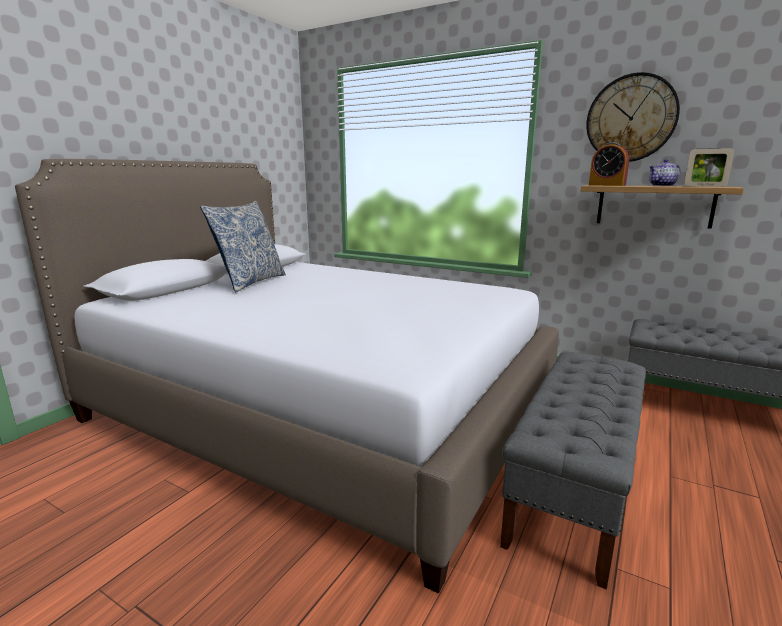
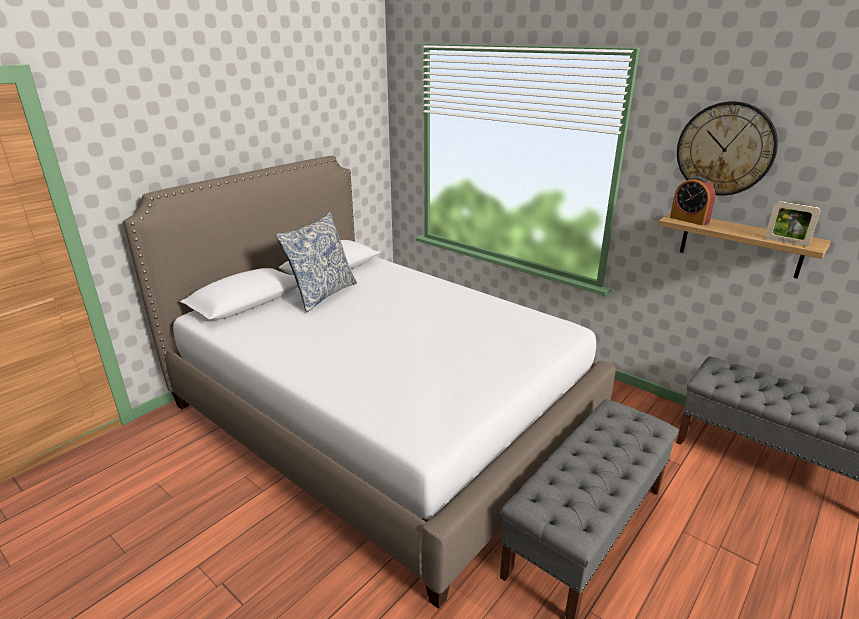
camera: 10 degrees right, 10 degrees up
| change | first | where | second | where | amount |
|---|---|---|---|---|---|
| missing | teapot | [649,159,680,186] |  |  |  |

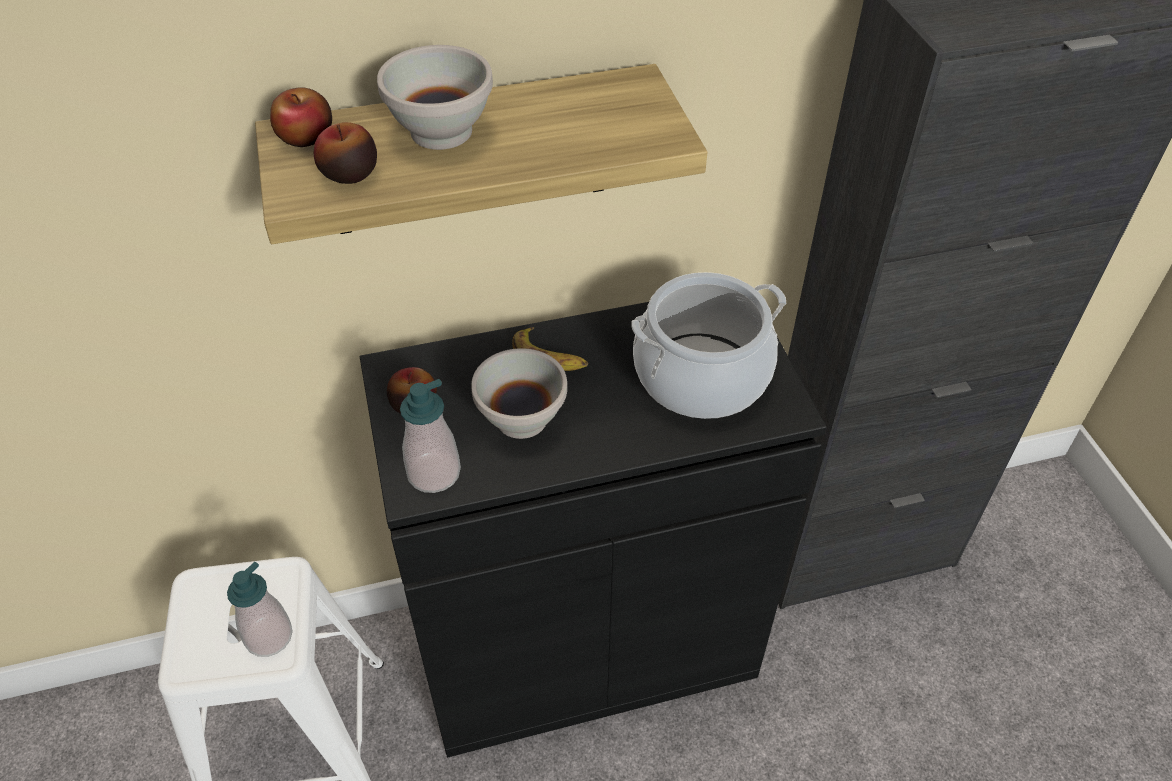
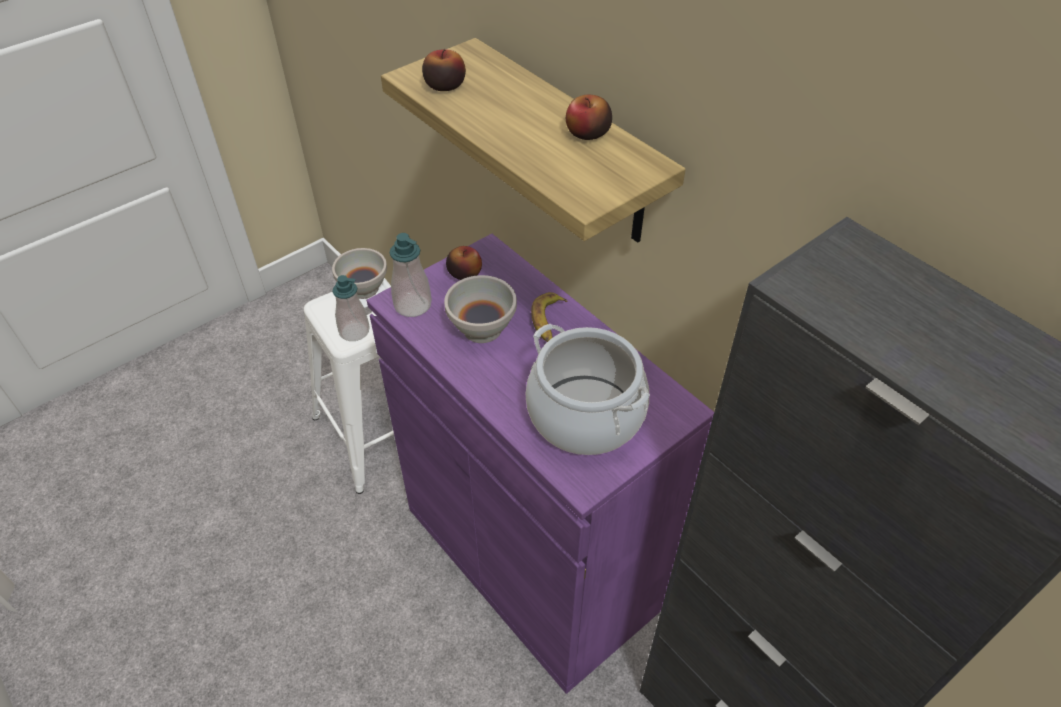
camera: 65 degrees right, 0 degrees up
| change | first | where | second | where | amount |
|---|---|---|---|---|---|
| relocated | apple | [270,87,332,147] |  | [566,95,612,140] |  |
| colour | black cabinet | [360,302,827,758] | purple cabinet | [367,234,714,694] |  |
| relocated | white bowl | [377,45,493,150] |  | [332,248,387,299] |  |

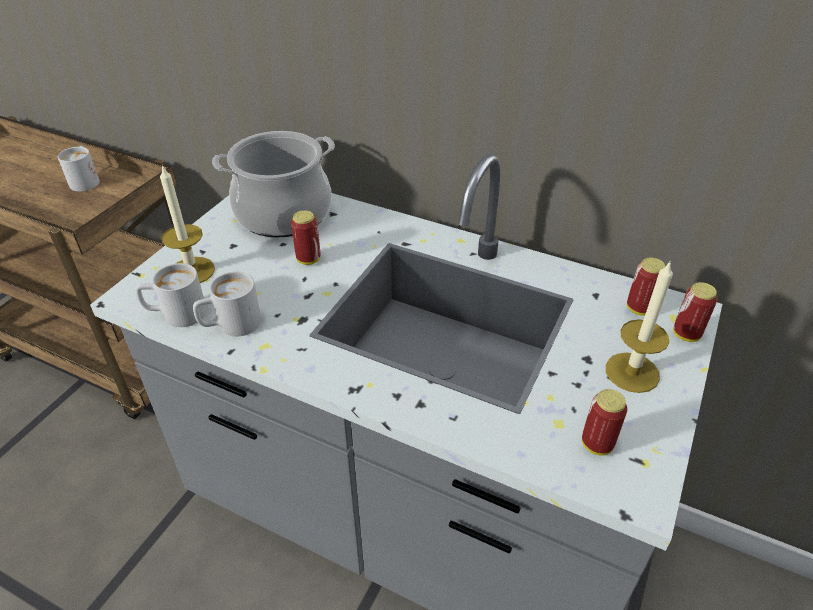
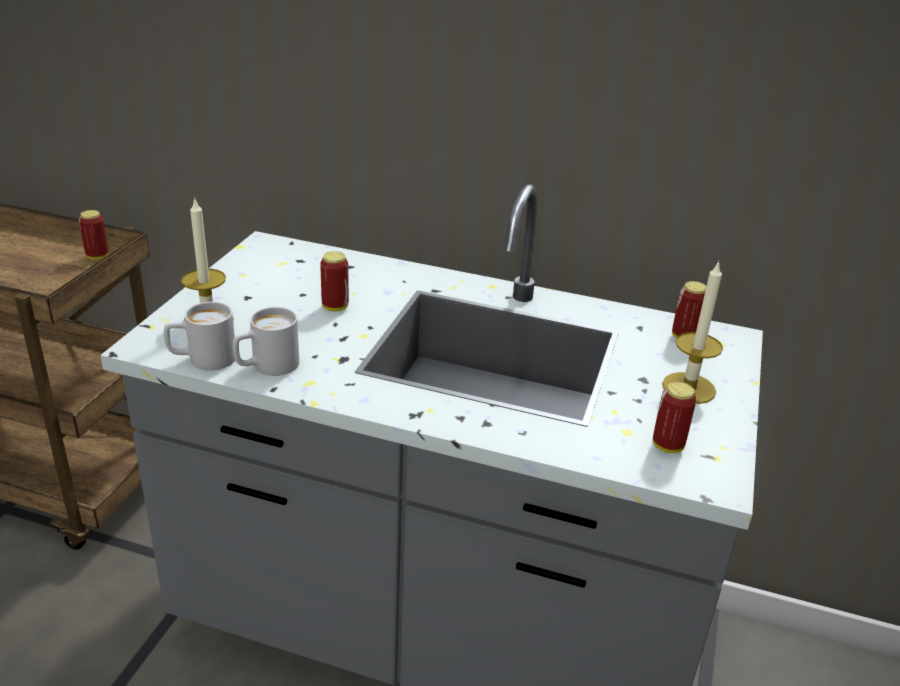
camera: 10 degrees left, 10 degrees down
| change | first | where | second | where | amount |
|---|---|---|---|---|---|
| missing | white mug | [58,145,100,192] |  |  |  |
| missing | cooking pot | [212,131,335,237] |  |  |  |
| relocated | can | [673,282,717,342] |  | [79,210,109,260] |  |

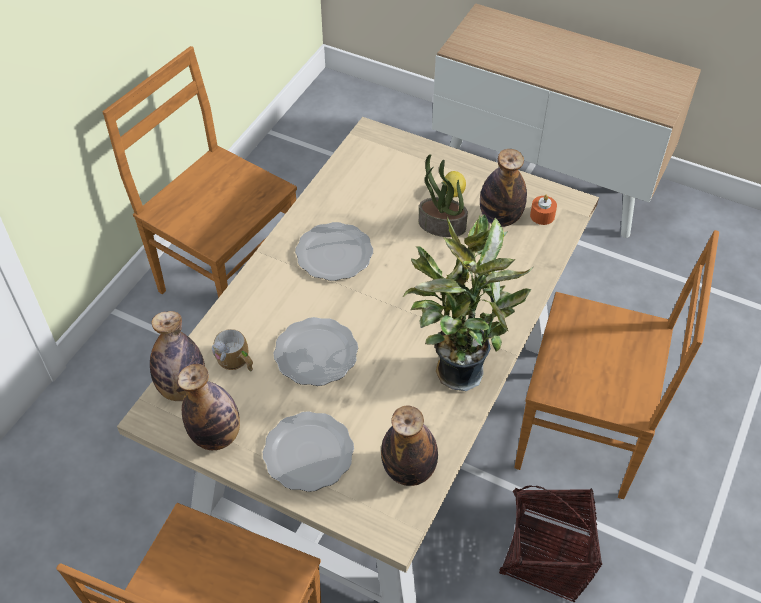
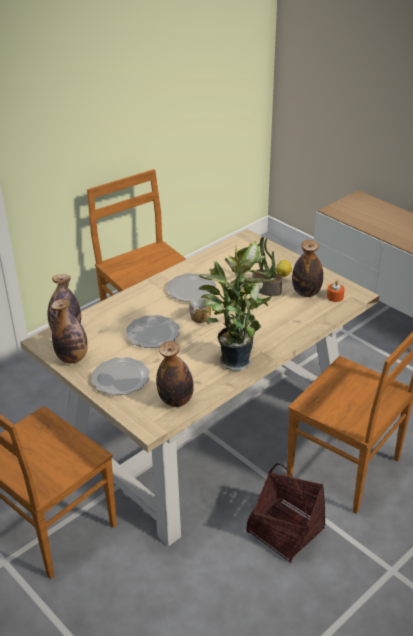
camera: 20 degrees right, 15 degrees down
| change | first | where | second | where | amount |
|---|---|---|---|---|---|
| relocated | mug | [212,329,253,372] |  | [189,299,211,325] |  |

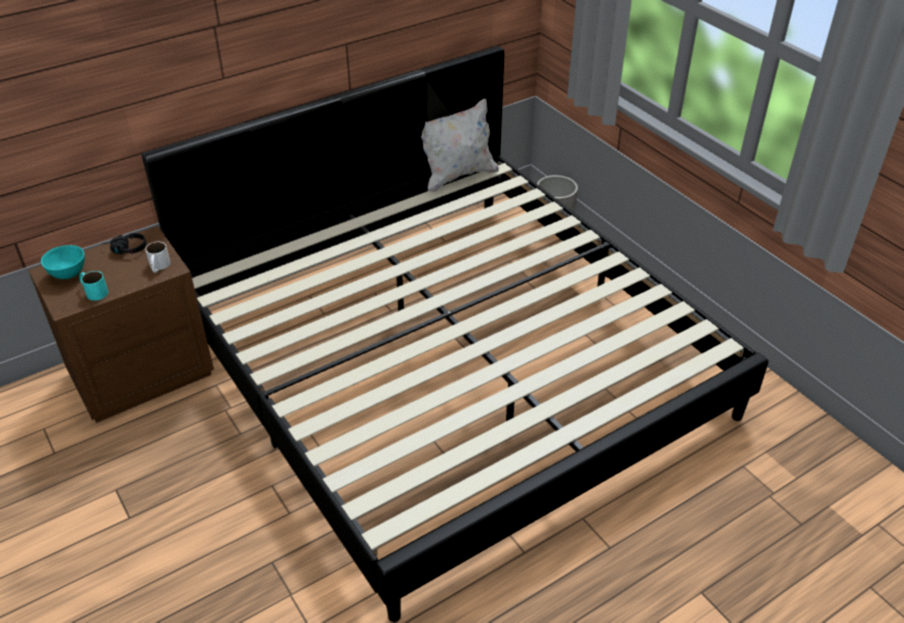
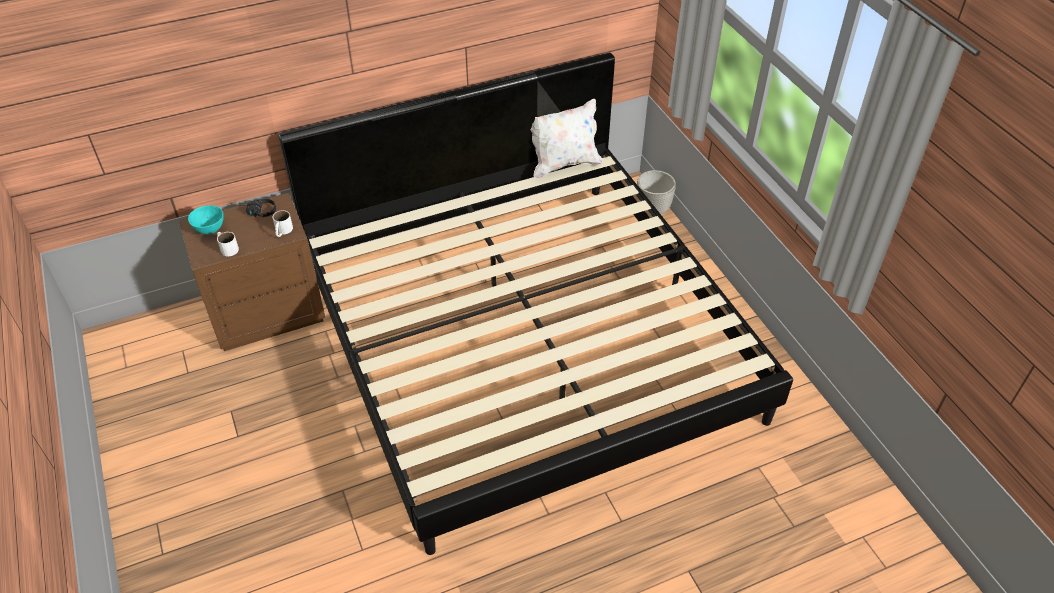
camera: 10 degrees right, 5 degrees up
| change | first | where | second | where | amount |
|---|---|---|---|---|---|
| colour | turquoise mug | [79,271,108,301] | white mug | [217,232,239,256] |  |

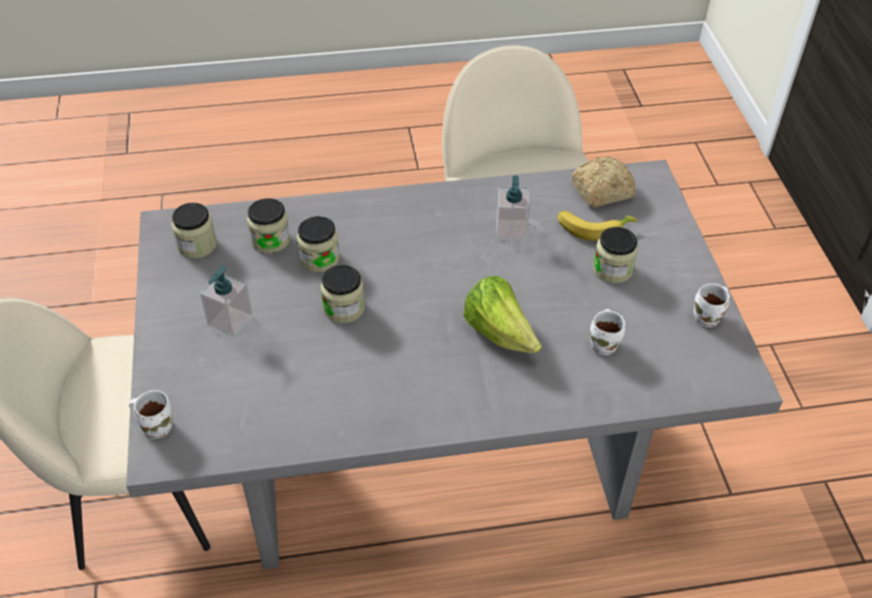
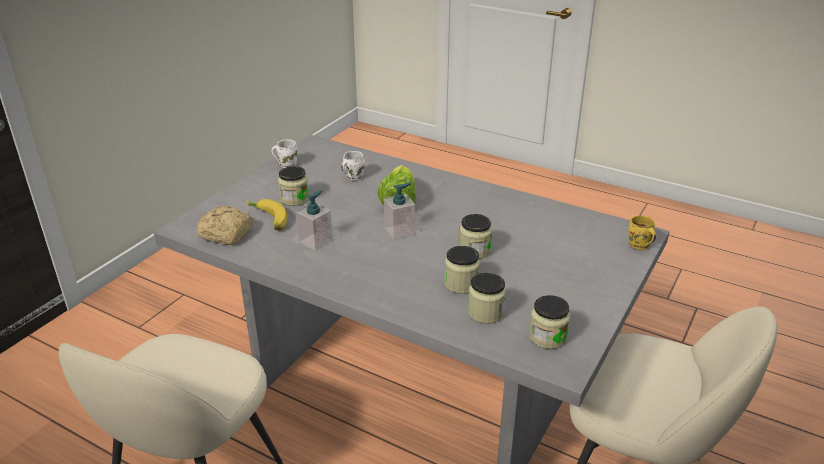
camera: 140 degrees left, 15 degrees down
| change | first | where | second | where | amount |
|---|---|---|---|---|---|
| colour | white mug | [129,390,172,439] | yellow mug | [629,215,656,250] |  |
| relocated | soap dispenser | [200,266,252,337] |  | [384,183,415,240] |  |

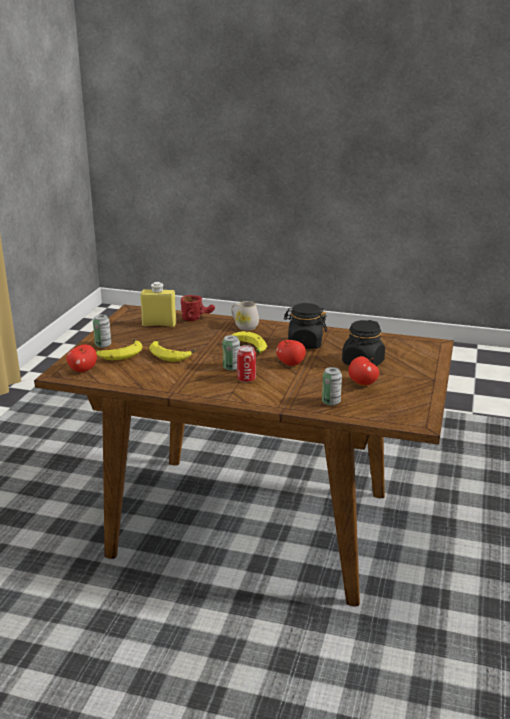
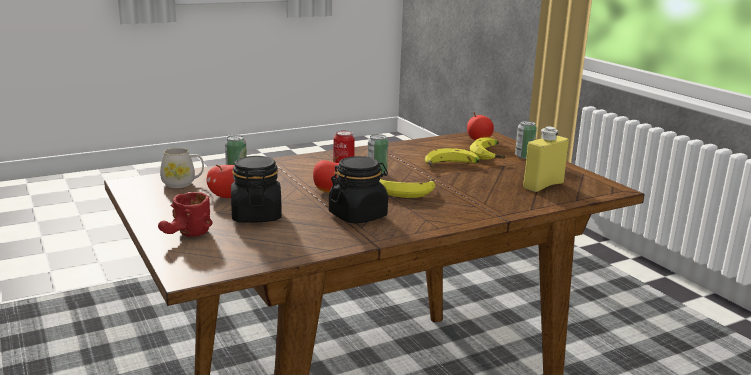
camera: 135 degrees right, 5 degrees down
| change | first | where | second | where | amount |
|---|---|---|---|---|---|
| relocated | red mug | [181,295,215,321] |  | [158,192,212,237] |  |
| relocated | white mug | [231,301,259,330] |  | [160,148,204,188] |  |

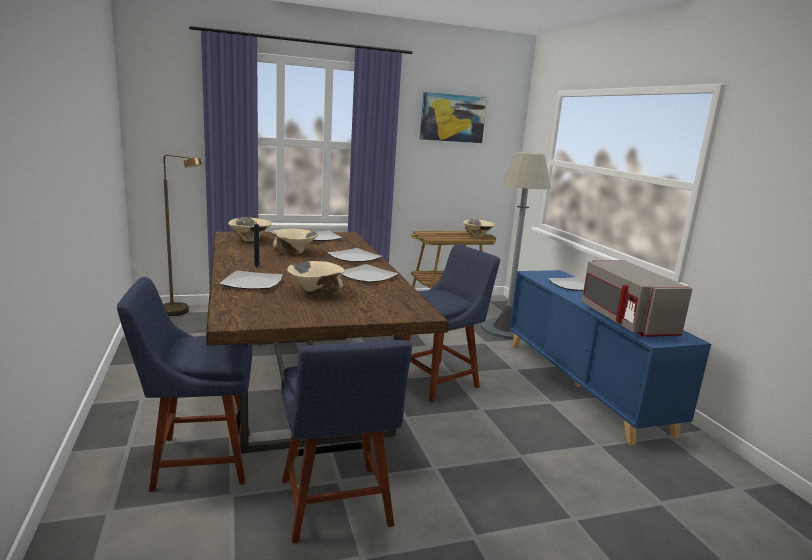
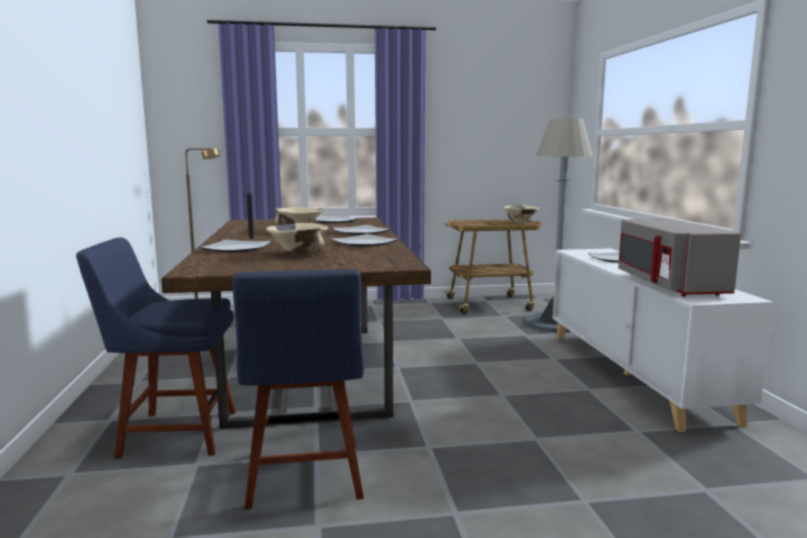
camera: 10 degrees right, 5 degrees down
| change | first | where | second | where | amount |
|---|---|---|---|---|---|
| missing | beige bowl | [228,217,272,241] |  |  |  |
| missing | blue chair | [402,244,500,403] |  |  |  |
| missing | picture | [420,92,487,143] |  |  |  |
| colour | blue cabinet | [509,270,711,446] | white cabinet | [552,248,774,432] |  |

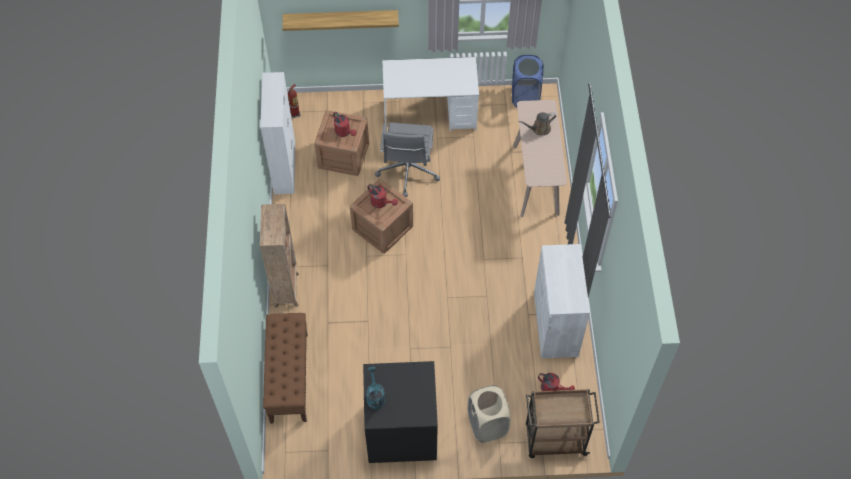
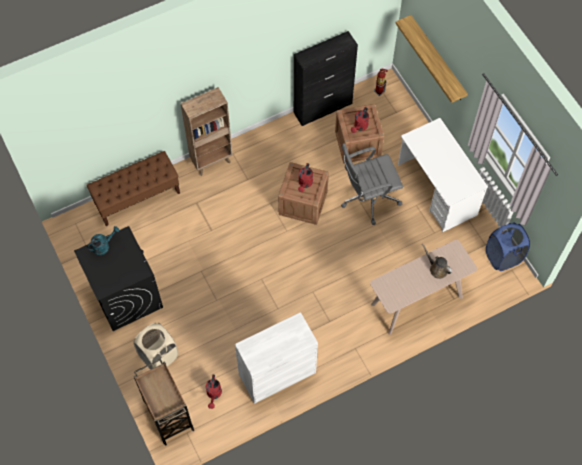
camera: 65 degrees right, 5 degrees up
| change | first | where | second | where | amount |
|---|---|---|---|---|---|
| colour | white cabinet | [260,72,295,194] | black cabinet | [294,31,358,126] |  |

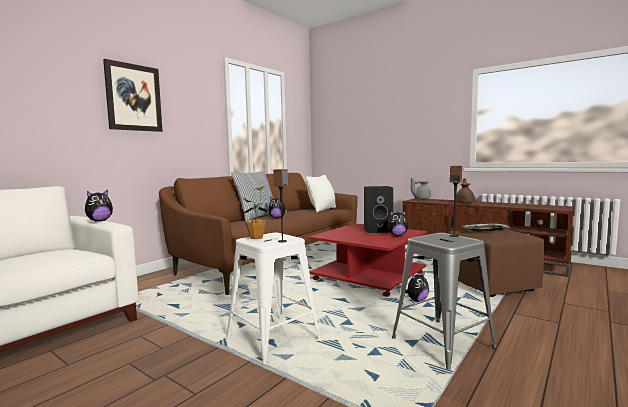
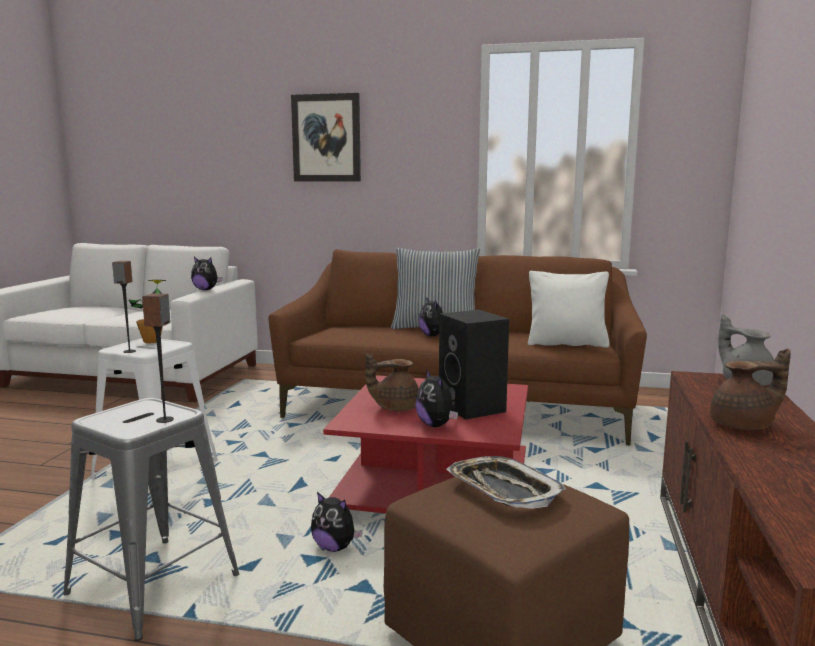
camera: 65 degrees right, 5 degrees up
| change | first | where | second | where | amount |
|---|---|---|---|---|---|
| appeared |  |  | brown teapot | [365,354,419,411] |  |

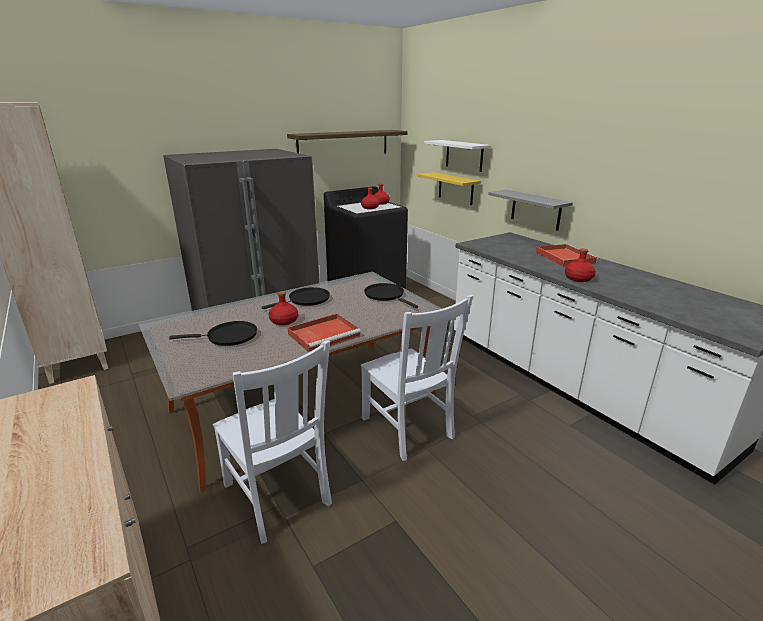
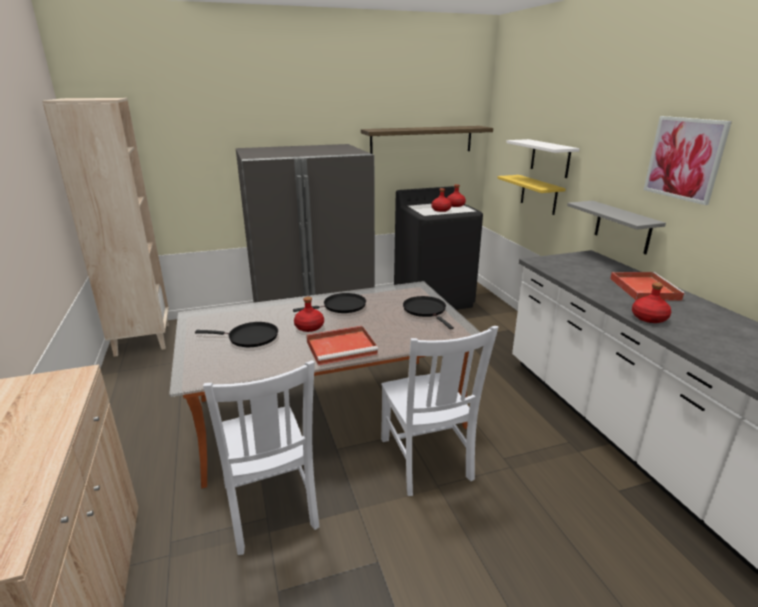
camera: 15 degrees right, 0 degrees up
| change | first | where | second | where | amount |
|---|---|---|---|---|---|
| appeared |  |  | picture | [644,116,732,205] |  |

